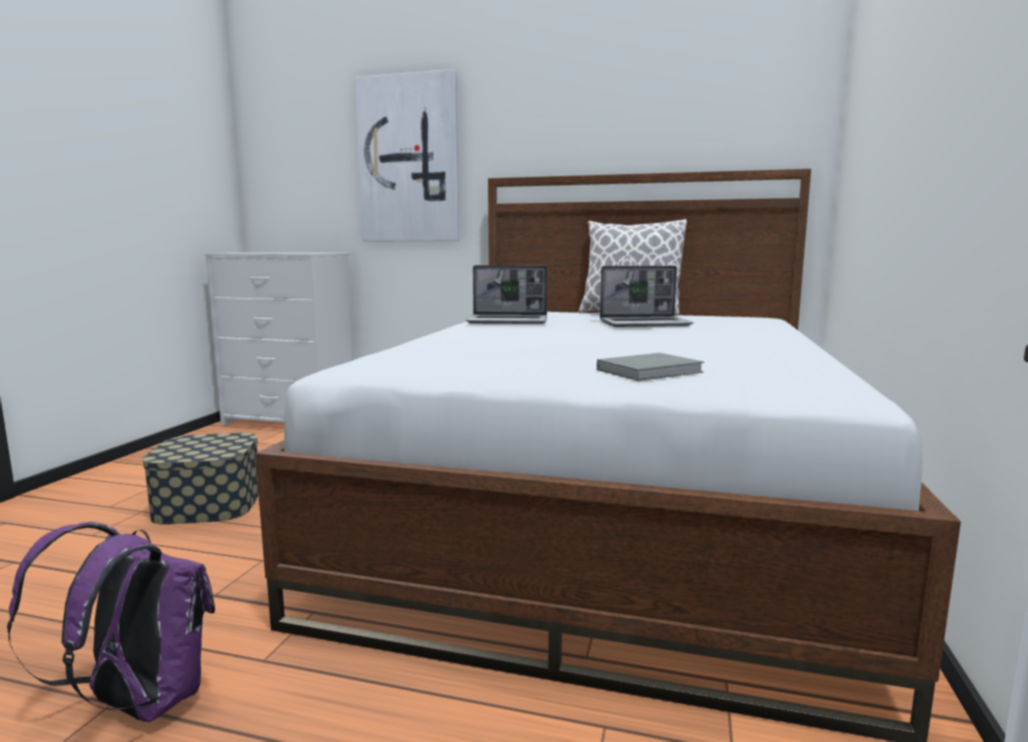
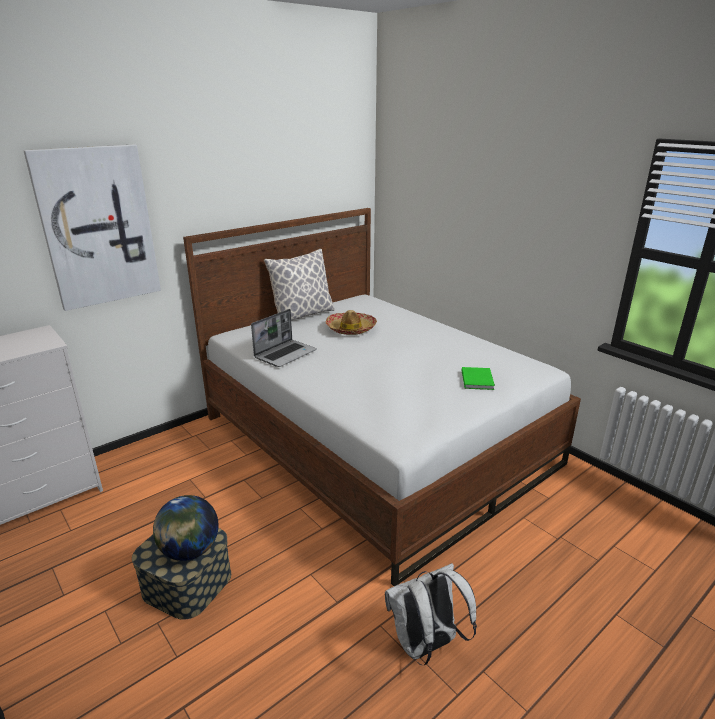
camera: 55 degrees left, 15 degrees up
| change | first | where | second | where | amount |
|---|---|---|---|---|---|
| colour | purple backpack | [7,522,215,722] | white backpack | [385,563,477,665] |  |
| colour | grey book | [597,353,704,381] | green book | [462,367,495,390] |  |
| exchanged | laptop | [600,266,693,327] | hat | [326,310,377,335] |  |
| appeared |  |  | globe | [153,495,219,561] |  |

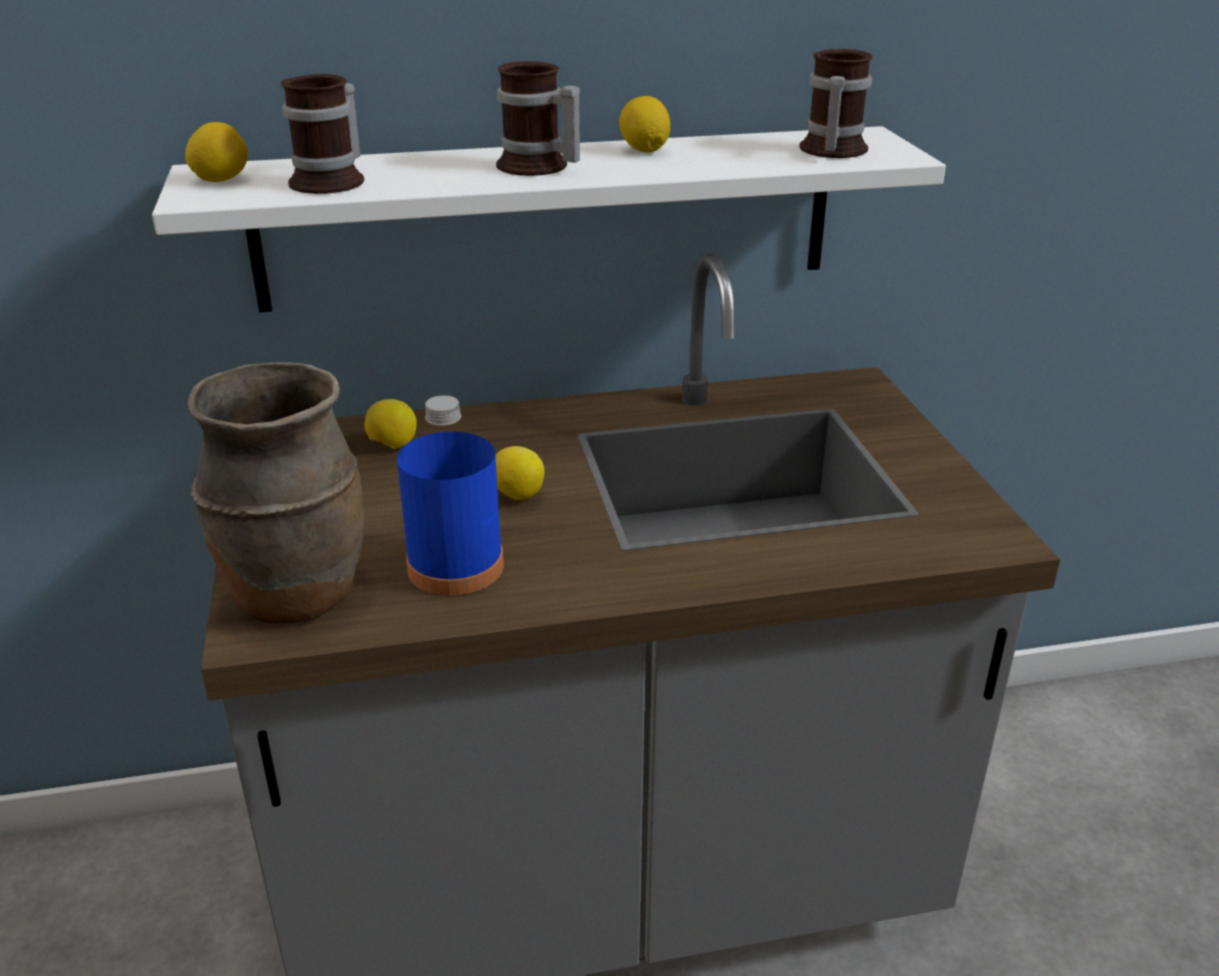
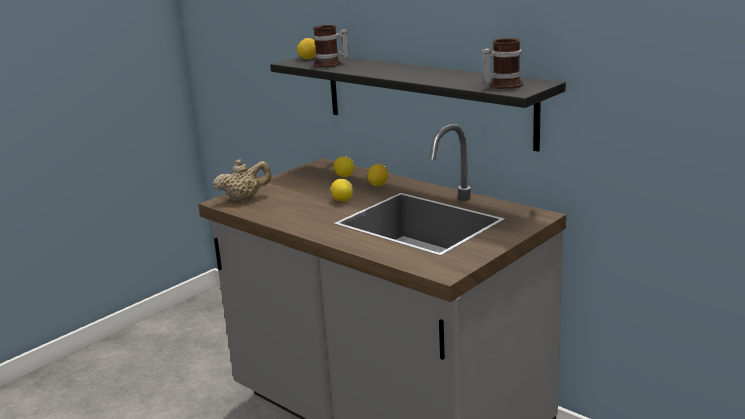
camera: 55 degrees right, 10 degrees down
| change | first | where | second | where | amount |
|---|---|---|---|---|---|
| colour | white shelf | [152,126,946,313] | black shelf | [270,56,566,152] |  |
| exchanged | brown vase | [188,362,365,623] | beige teapot | [213,159,271,201] |  |
| missing | blue bottle | [397,395,504,596] |  |  |  |
| missing | mug | [496,61,580,176] |  |  |  |
| relocated | lemon | [619,96,670,153] |  | [367,164,389,186] |  |

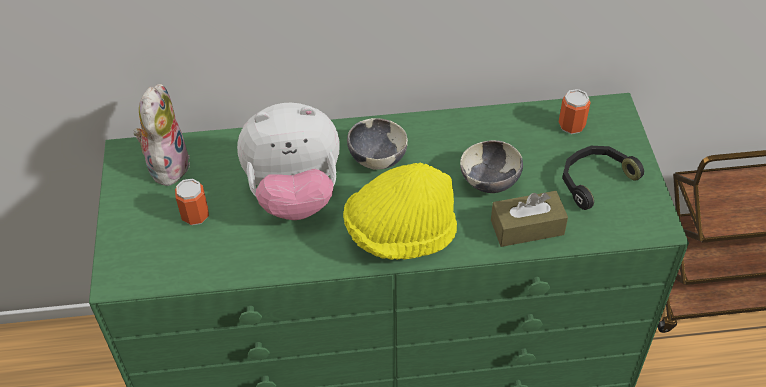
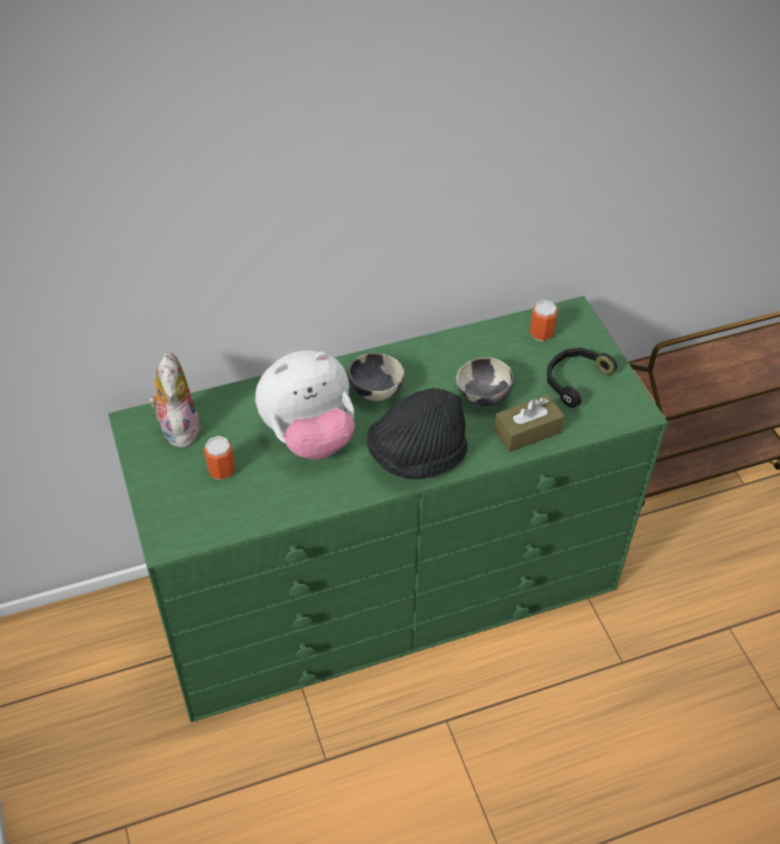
camera: 15 degrees left, 0 degrees up
| change | first | where | second | where | amount |
|---|---|---|---|---|---|
| colour | yellow hat | [343,163,457,260] | black hat | [367,388,468,480] |  |

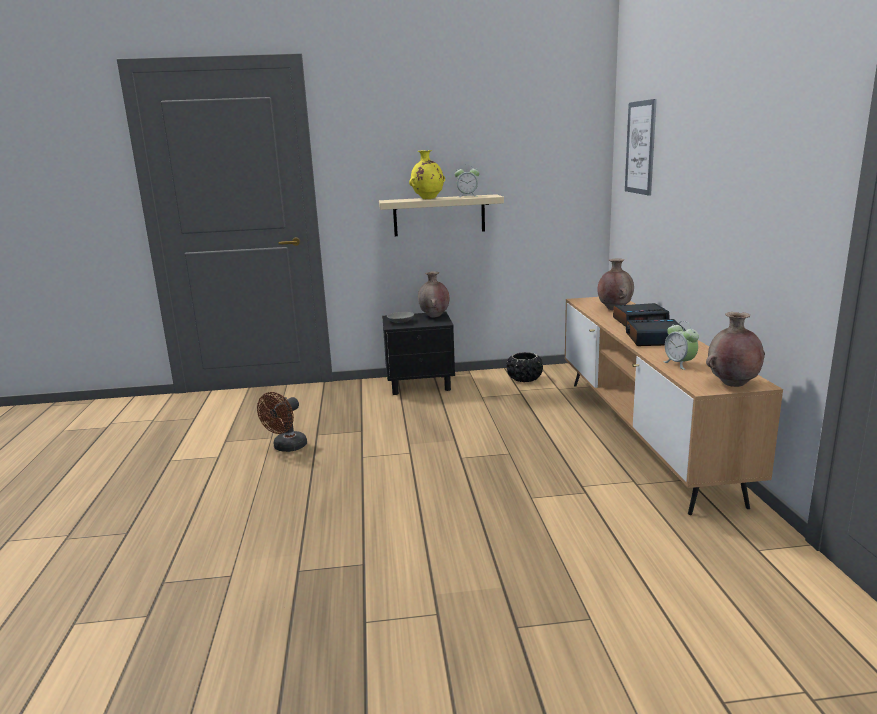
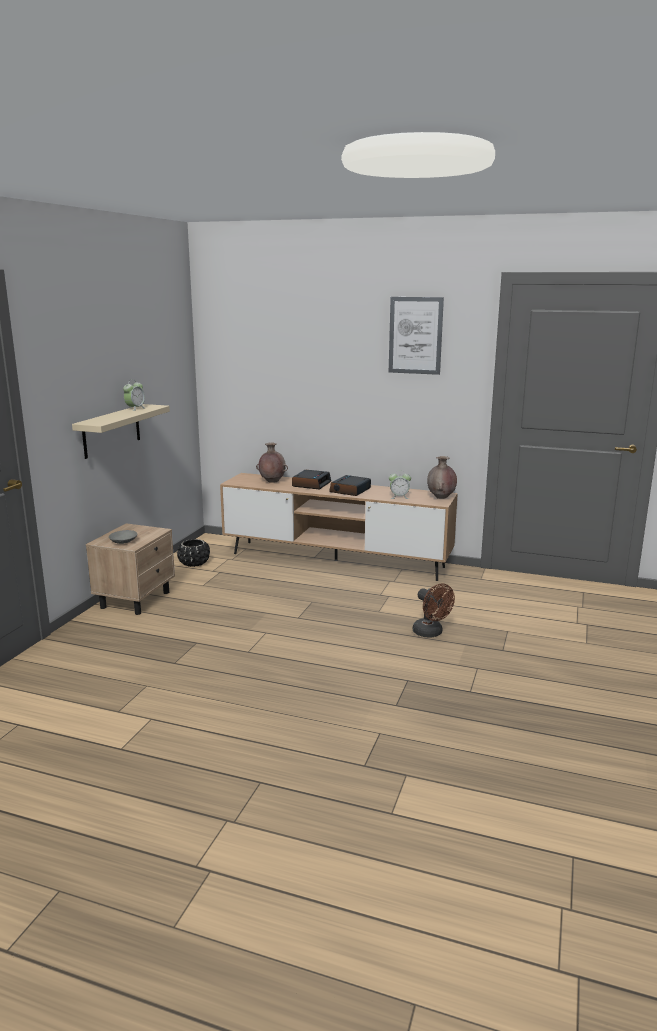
camera: 65 degrees left, 0 degrees up
| change | first | where | second | where | amount |
|---|---|---|---|---|---|
| relocated | brown fan | [257,392,307,452] |  | [413,583,455,637] |  |
| colour | black nightstand | [382,312,455,395] | beige nightstand | [86,523,175,615] |  |
| missing | yellow vase | [409,150,445,199] |  |  |  |
| missing | brown vase | [418,271,449,318] |  |  |  |
| relocated | picture | [625,99,657,196] |  | [389,297,444,375] |  |

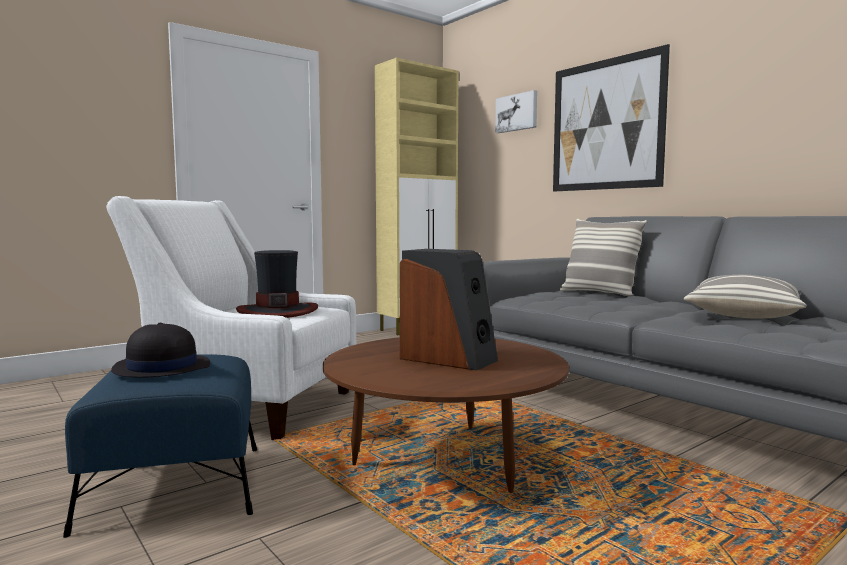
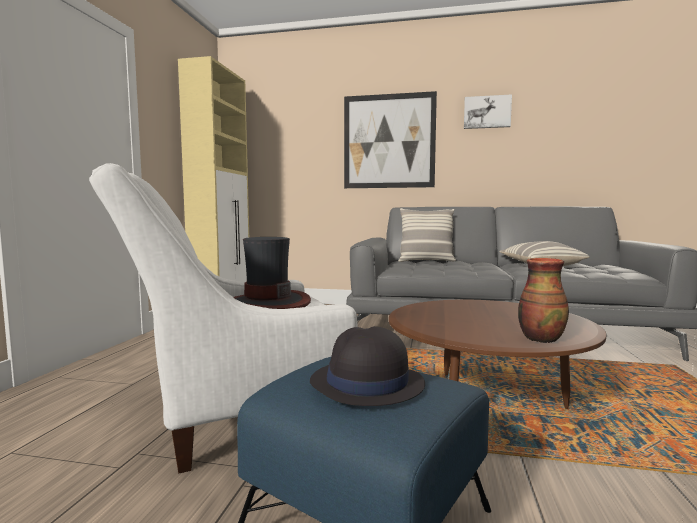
camera: 40 degrees left, 0 degrees up
| change | first | where | second | where | amount |
|---|---|---|---|---|---|
| missing | speaker | [400,249,498,371] |  |  |  |
| relocated | picture | [495,90,537,133] |  | [464,94,512,129] |  |
| appeared |  |  | vase | [518,258,569,343] |  |

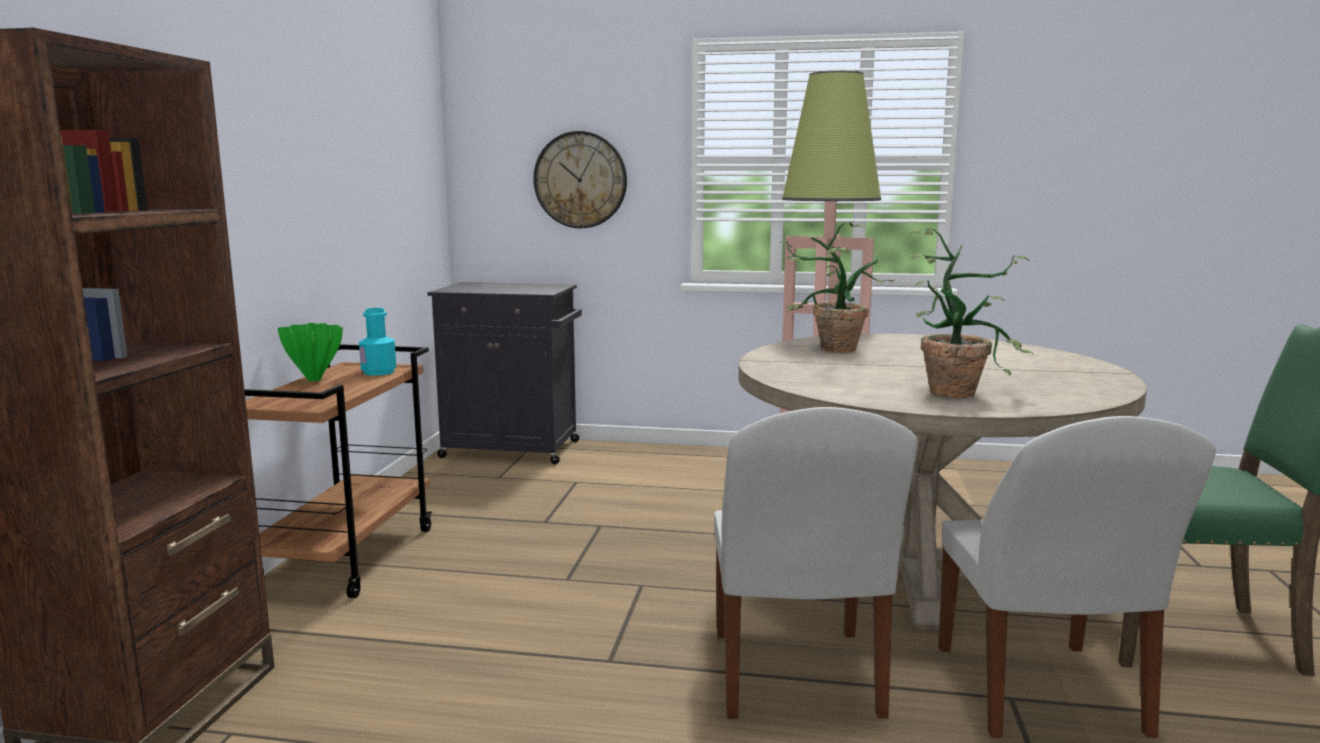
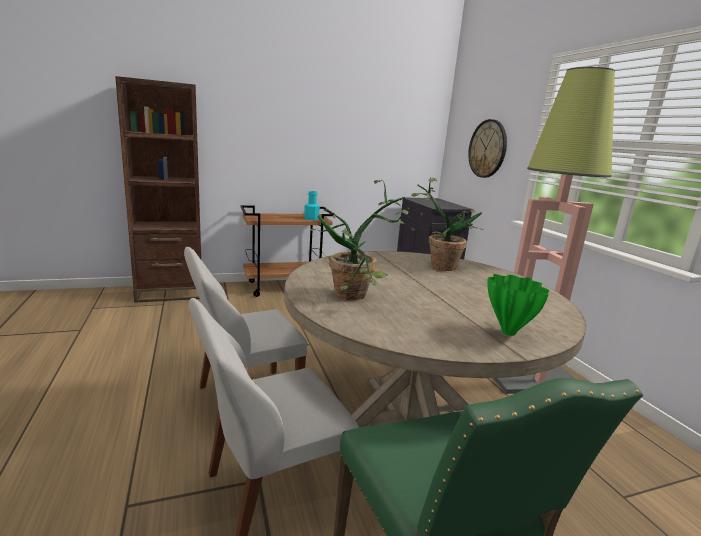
camera: 60 degrees right, 5 degrees up
| change | first | where | second | where | amount |
|---|---|---|---|---|---|
| relocated | green vase | [278,323,343,381] |  | [488,274,549,336] |  |

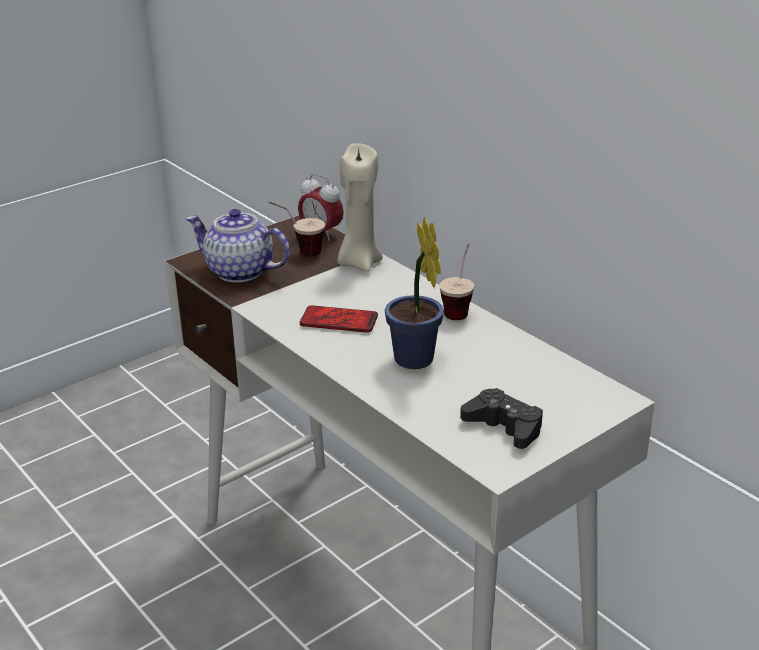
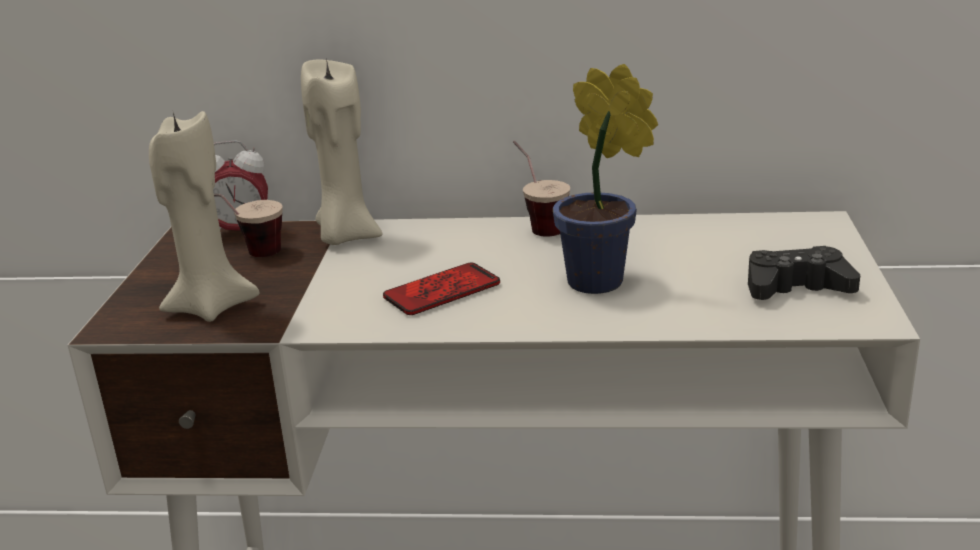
camera: 45 degrees left, 5 degrees down
| change | first | where | second | where | amount |
|---|---|---|---|---|---|
| exchanged | teapot | [186,209,290,283] | beige candle | [149,111,260,322] |  |

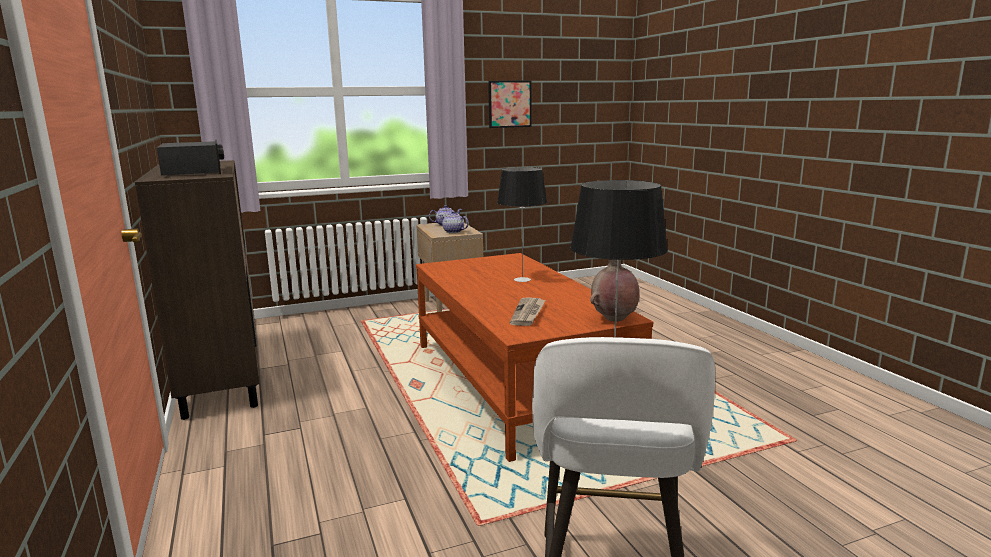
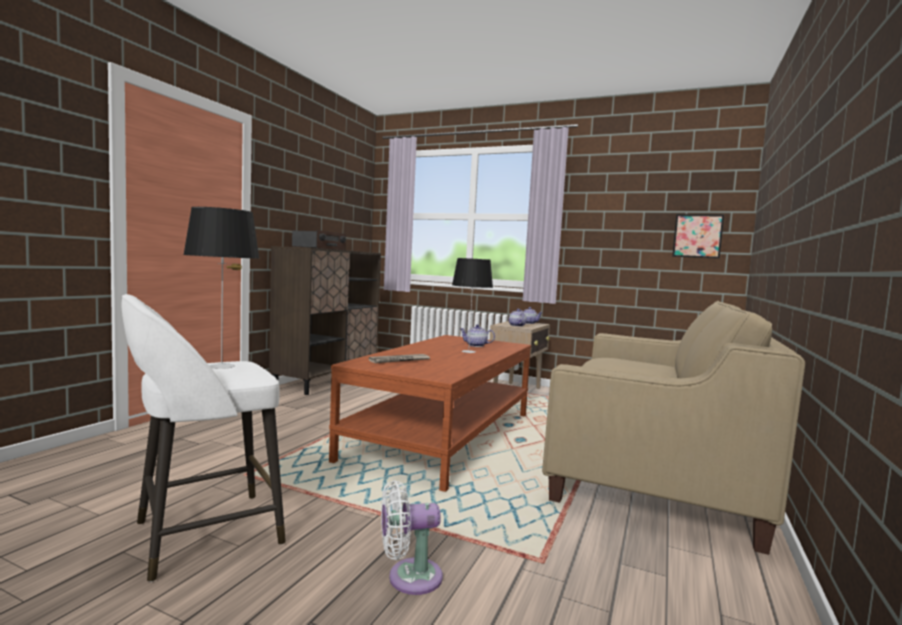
camera: 45 degrees right, 10 degrees down
| change | first | where | second | where | amount |
|---|---|---|---|---|---|
| relocated | picture | [488,81,531,128] |  | [672,214,724,258] |  |
| missing | brown vase | [590,259,640,322] |  |  |  |
| appeared |  |  | white fan | [381,480,443,595] |  |
| appeared |  |  | teapot | [460,325,495,347] |  |
| appeared |  |  | beige sofa | [542,301,805,555] |  |

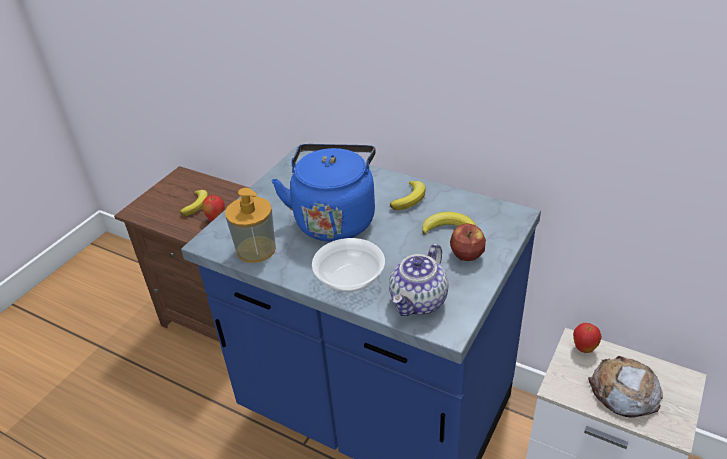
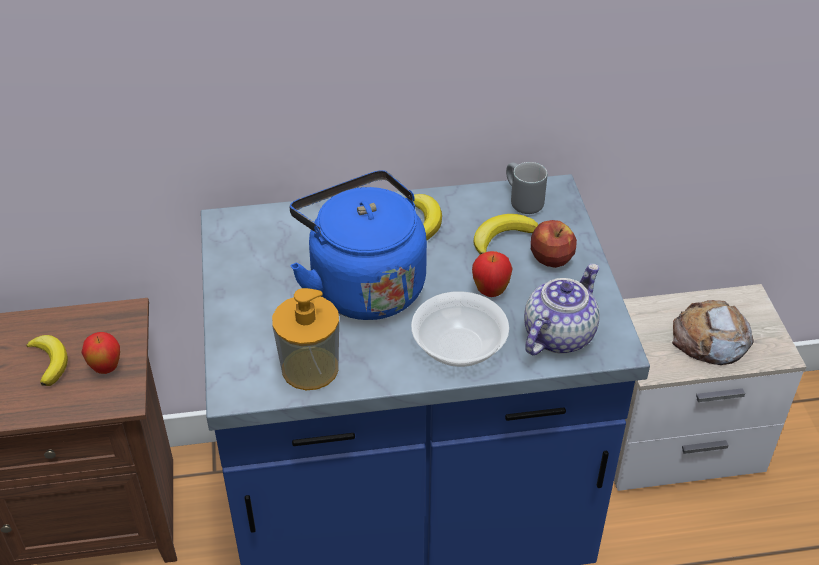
camera: 40 degrees left, 5 degrees up
| change | first | where | second | where | amount |
|---|---|---|---|---|---|
| spun | teapot | [389,244,448,316] |  | [524,264,600,355] | 135 degrees counterclockwise |
| relocated | apple | [573,323,602,353] |  | [472,251,513,297] |  |
| appeared |  |  | grey mug | [506,162,547,214] |  |

